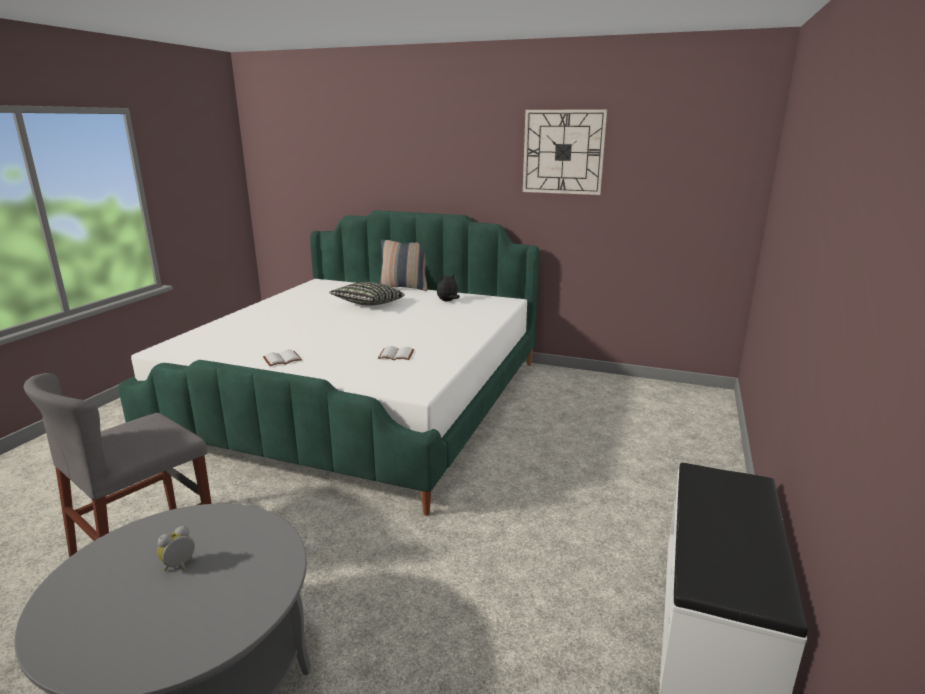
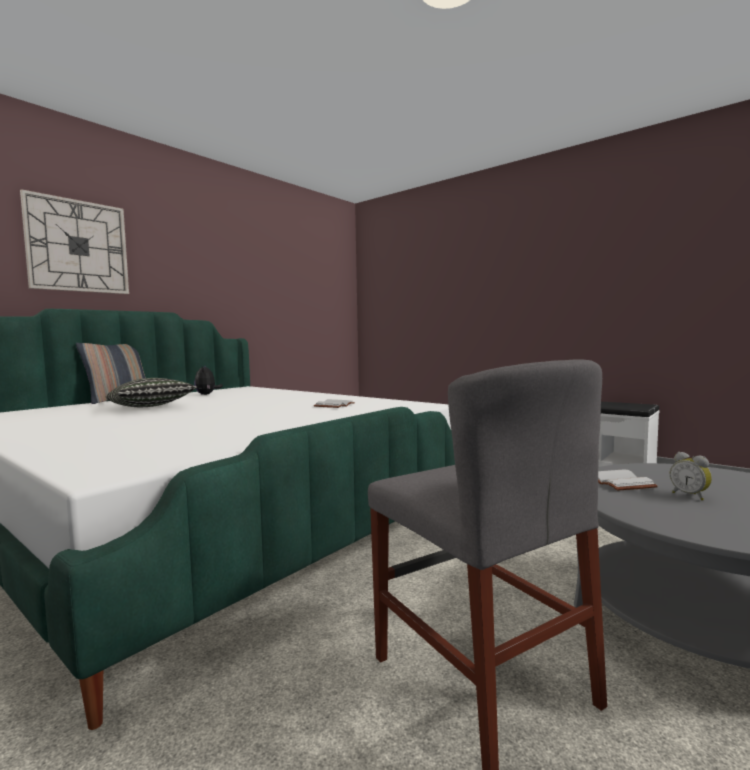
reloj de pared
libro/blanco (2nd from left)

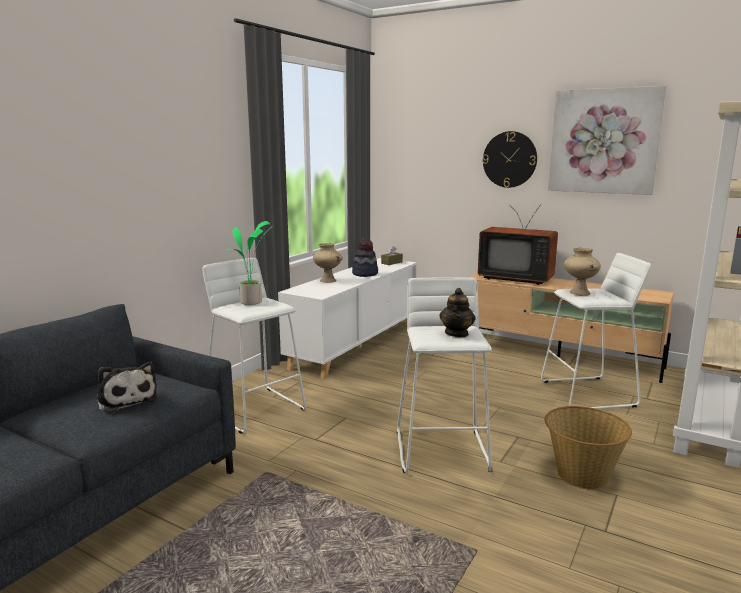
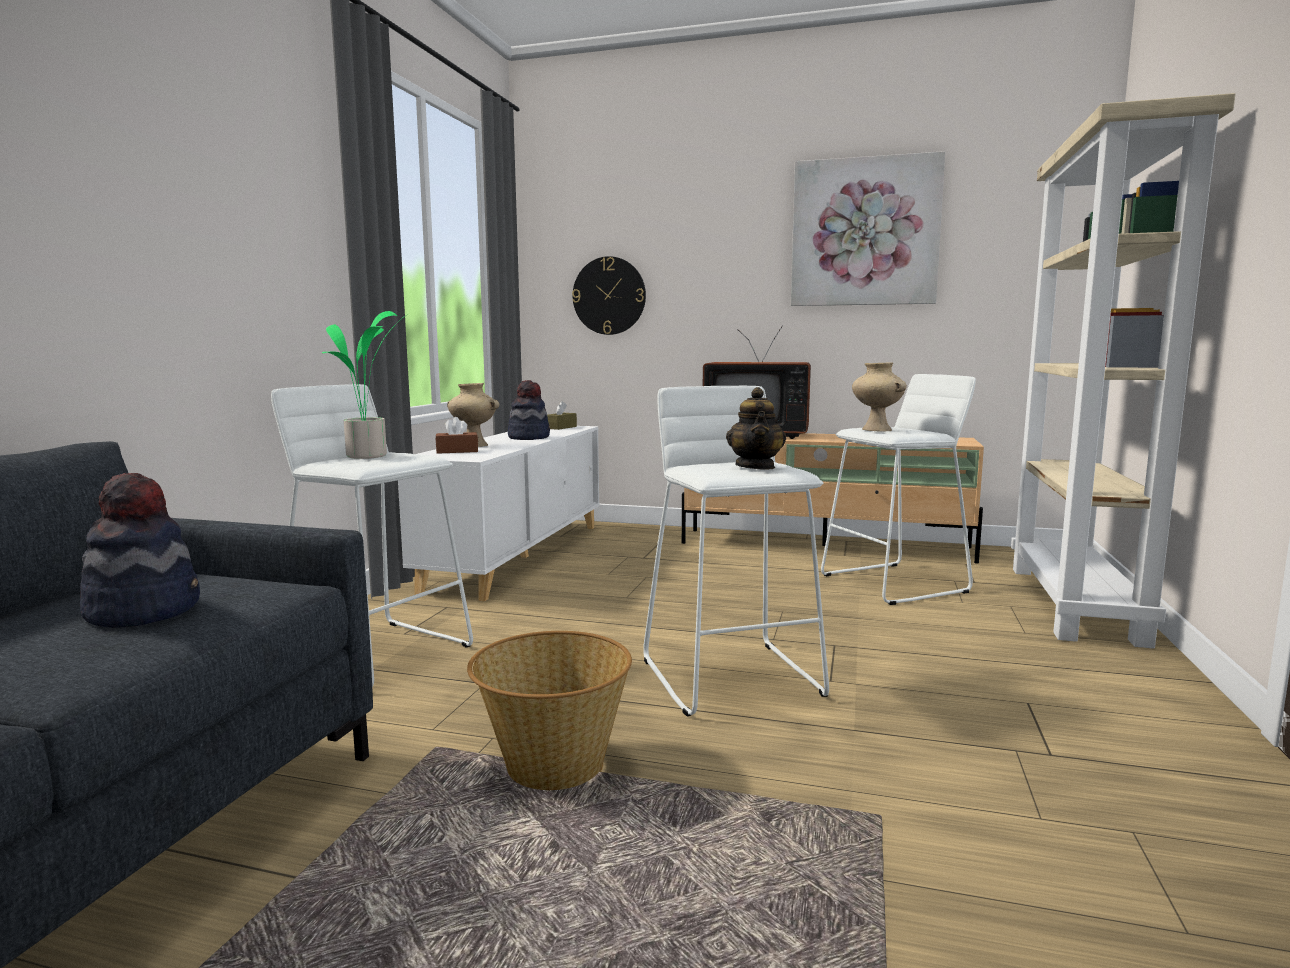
sombrero (1st from left)
caja de pañuelos/marrón (1st from left)
cesta
reloj de pared

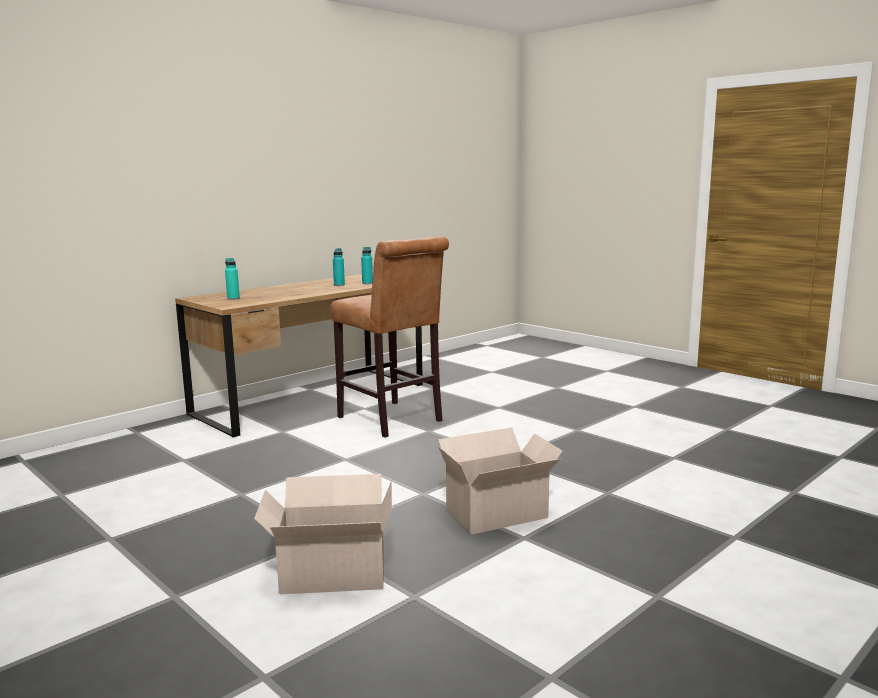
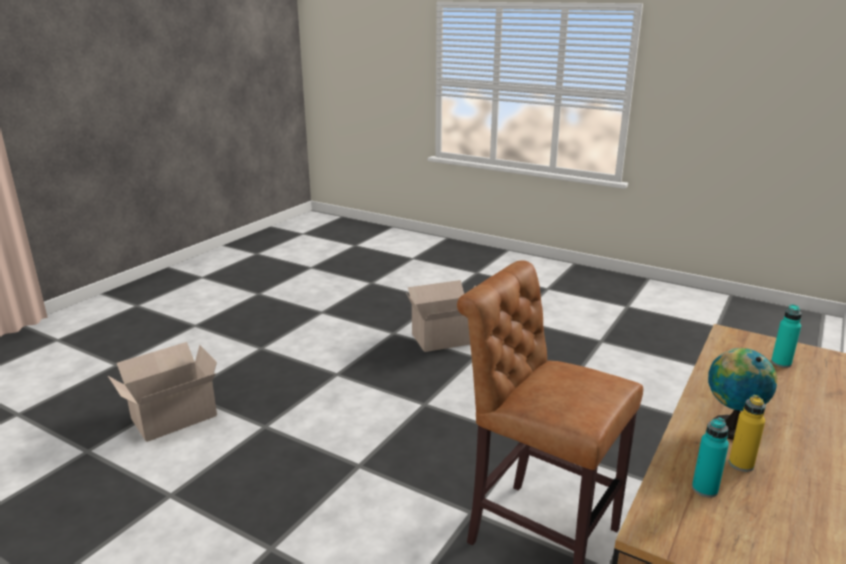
caja de cartón (1st from left)
globo terráqueo
botella/amarillo

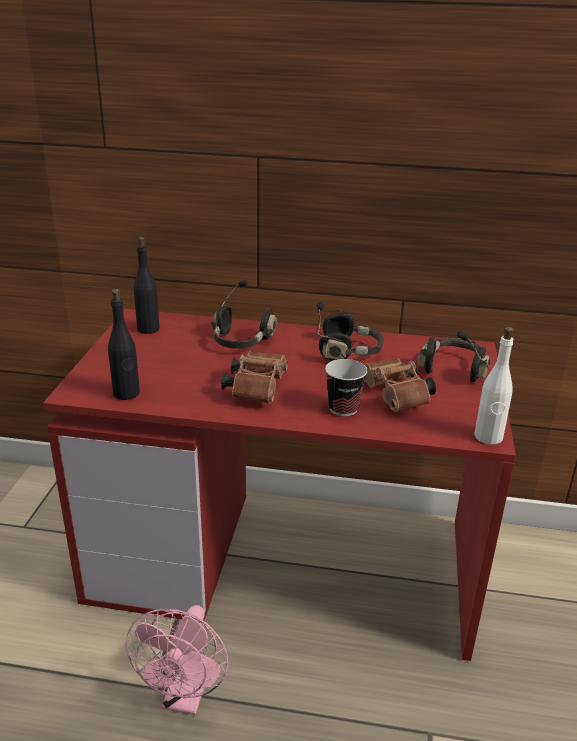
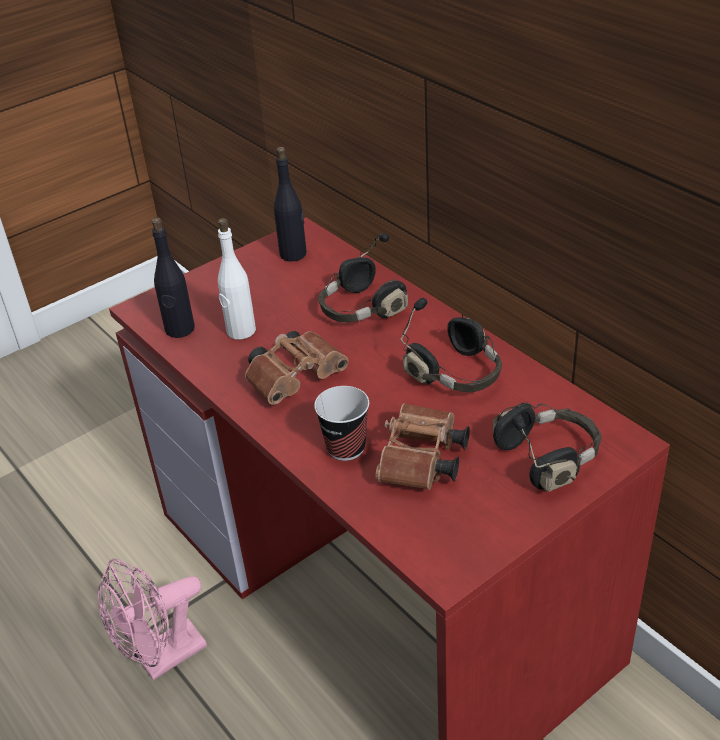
botella/blanco

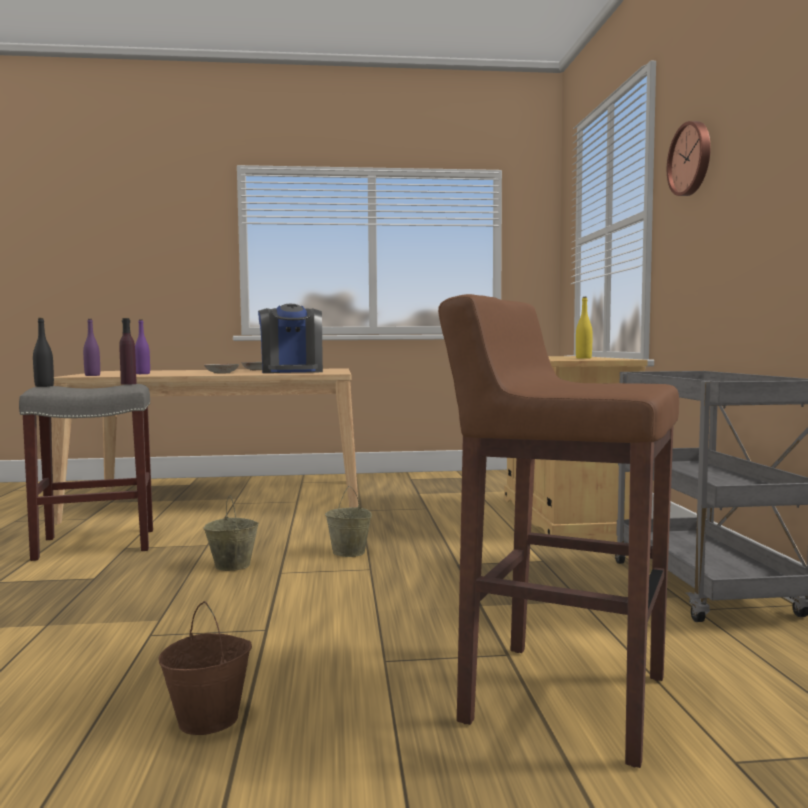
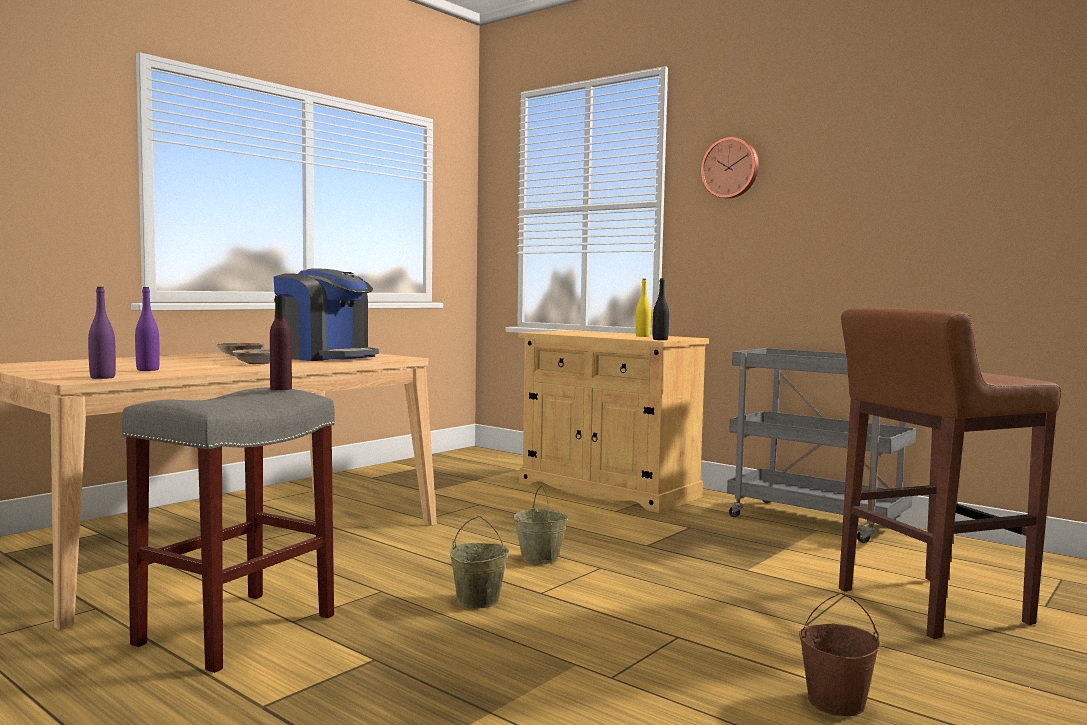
botella/negro

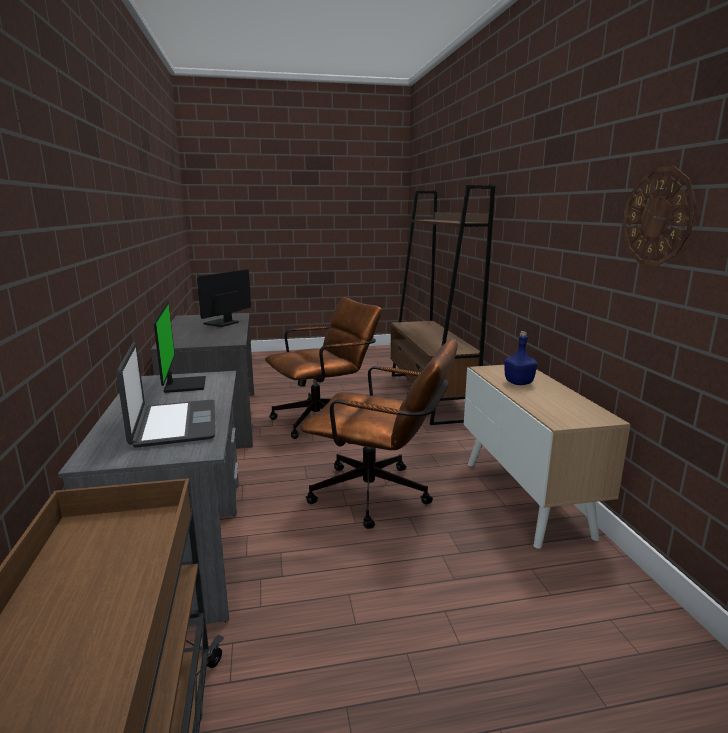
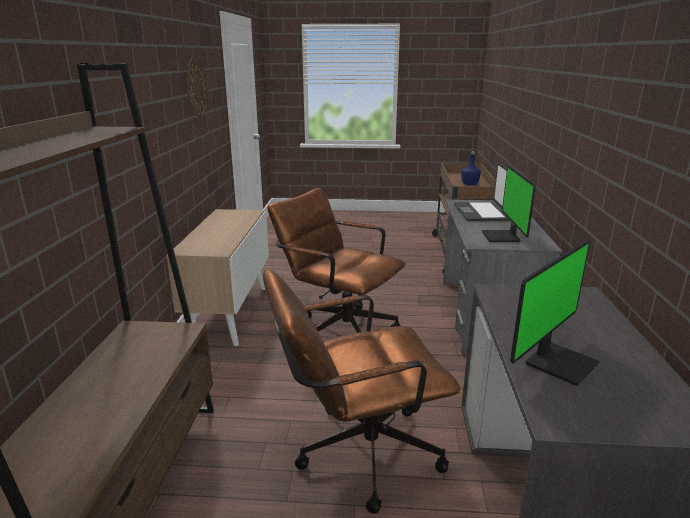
botella/azul

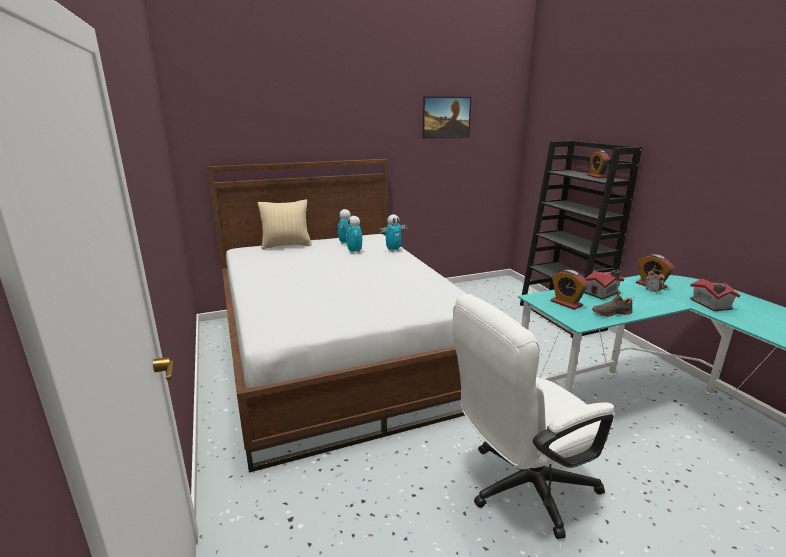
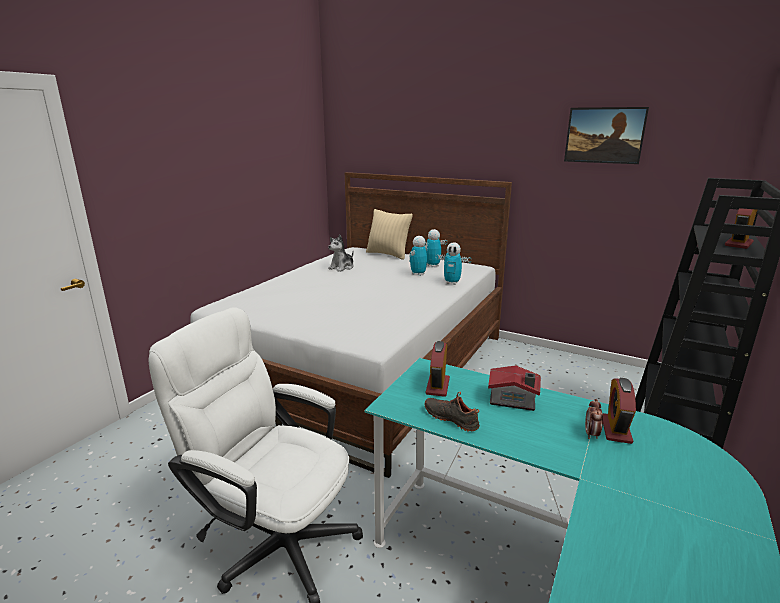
peluche
casita (2nd from left in the first image)

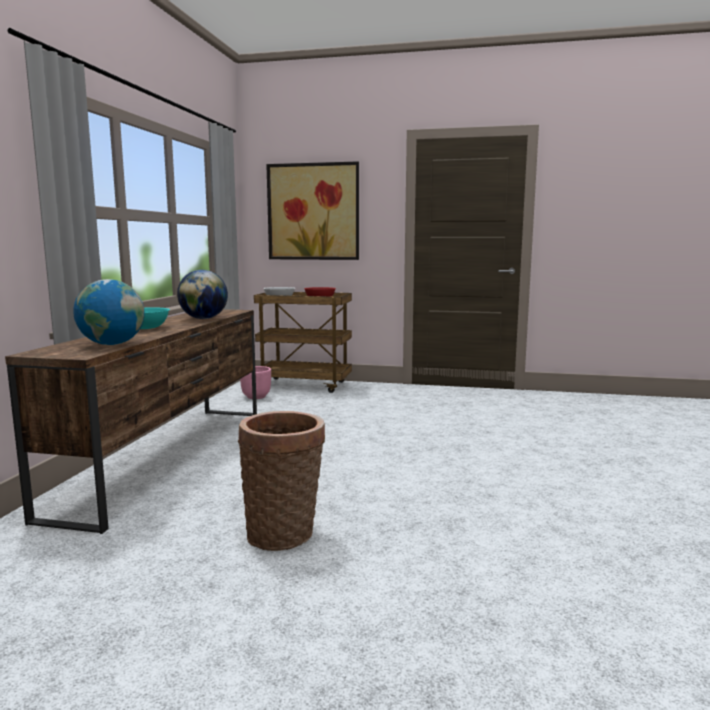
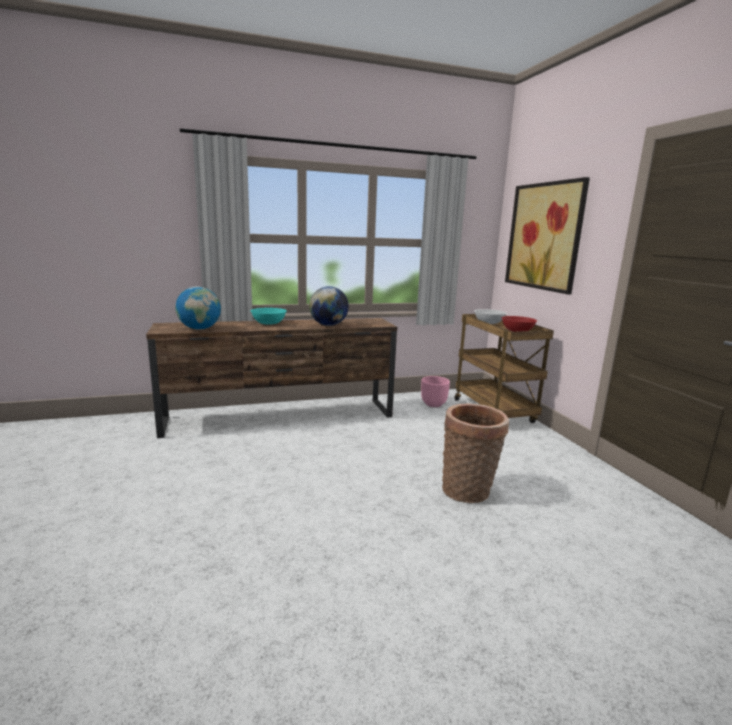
cesta

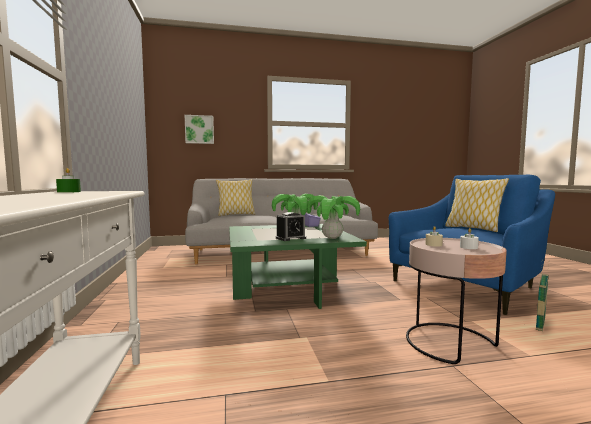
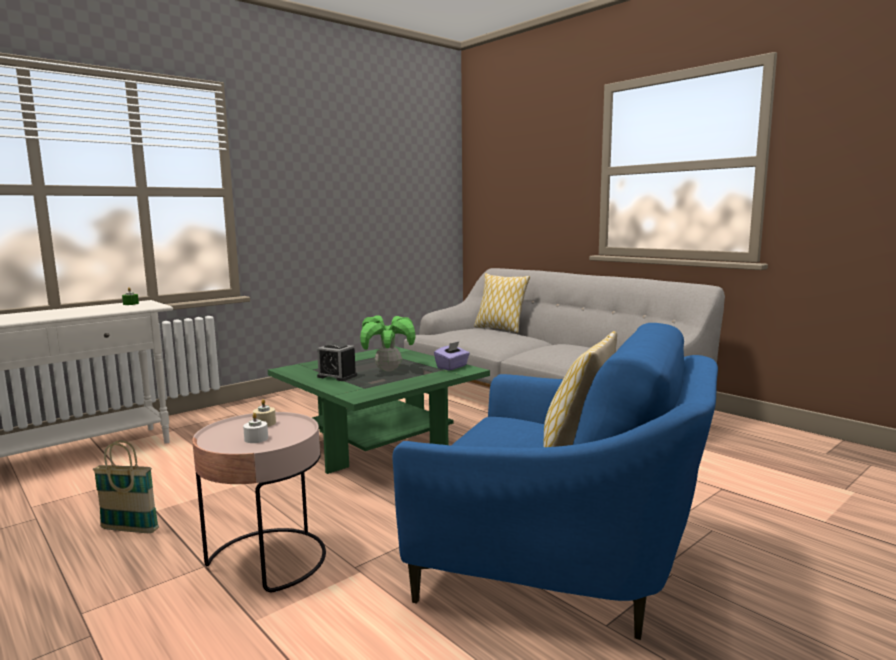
cesta
cuadro
planta en maceta (2nd from left in the first image)

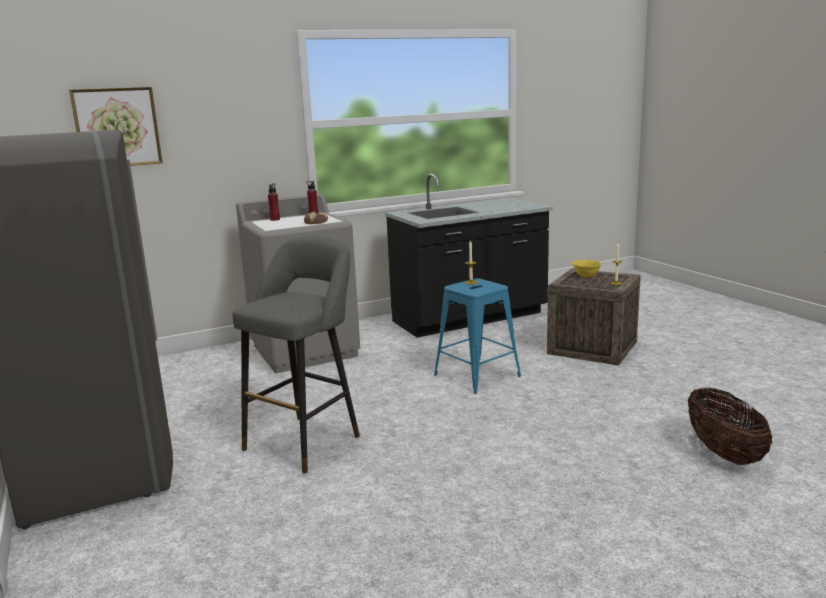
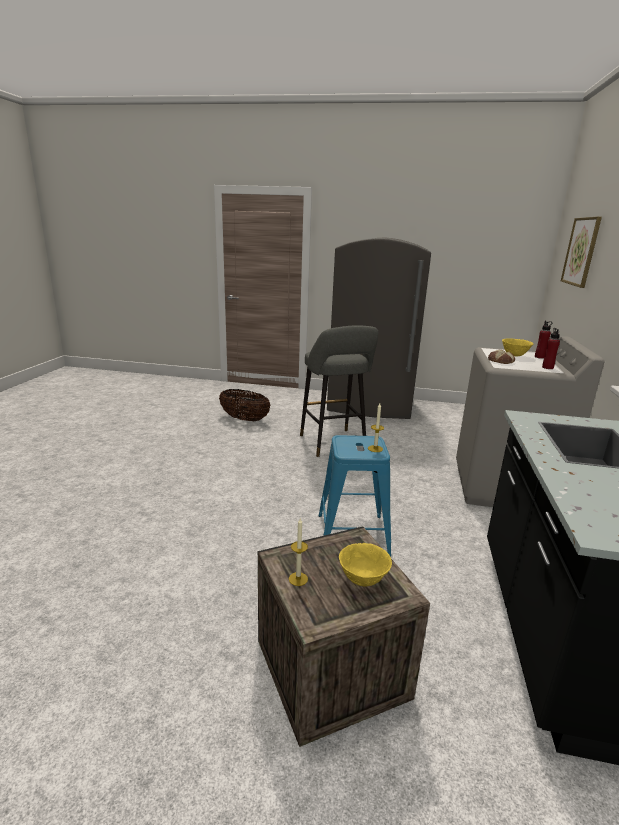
cesta
cuenco/amarillo (2nd from left)

